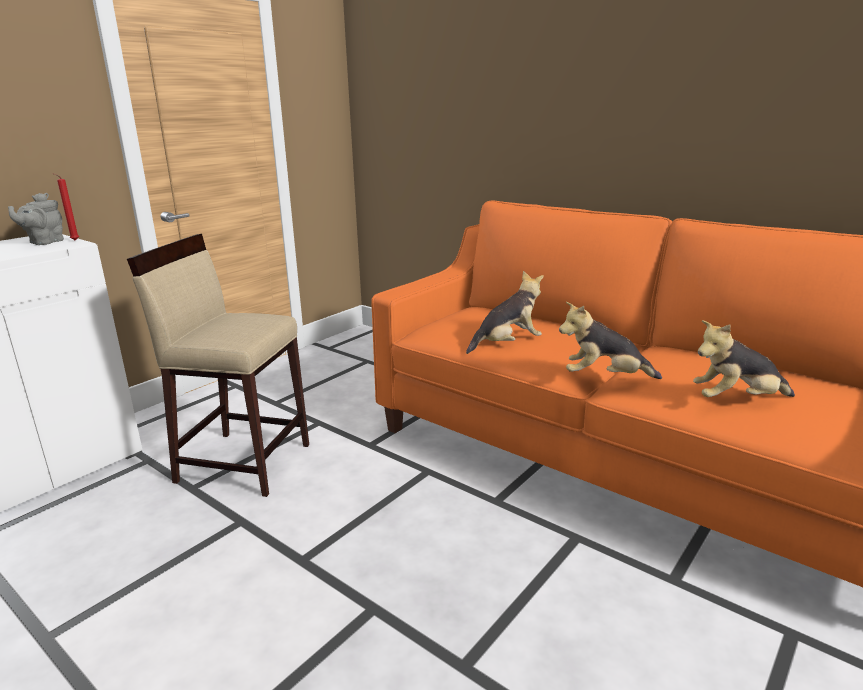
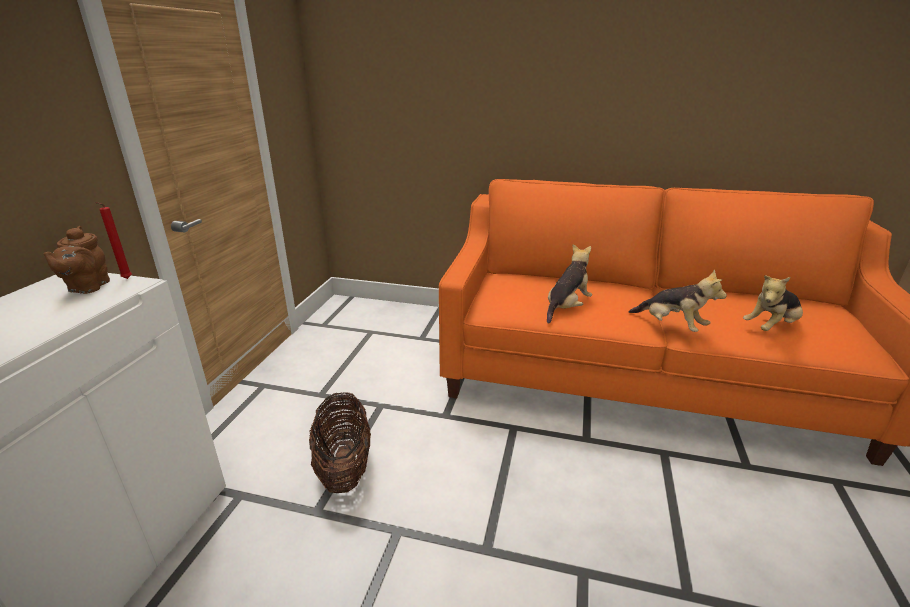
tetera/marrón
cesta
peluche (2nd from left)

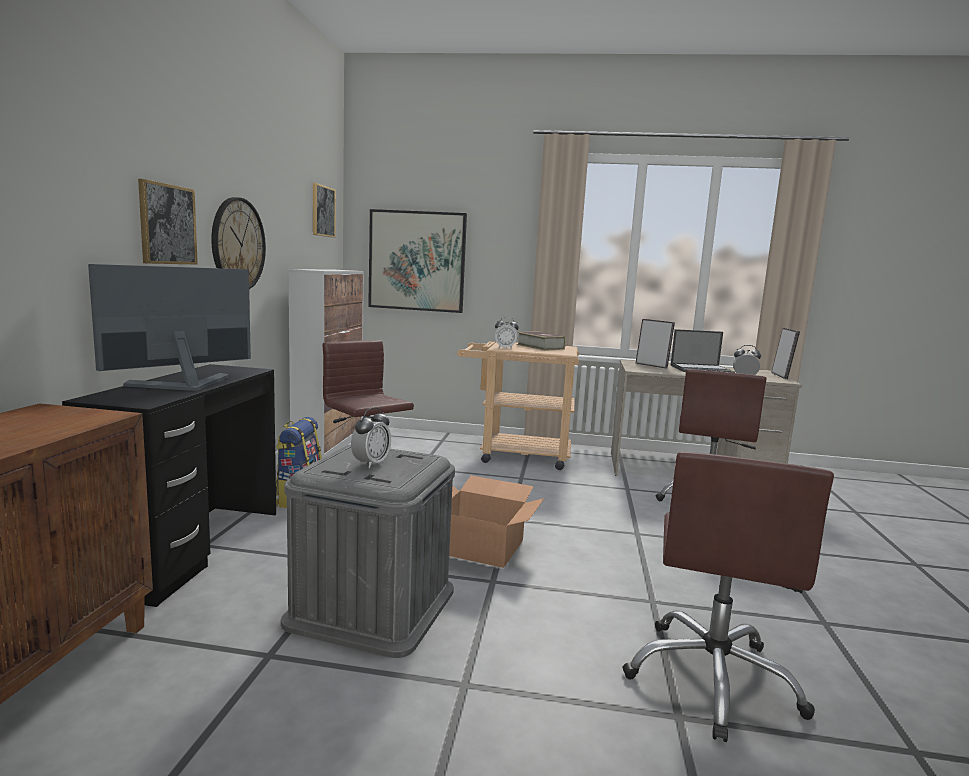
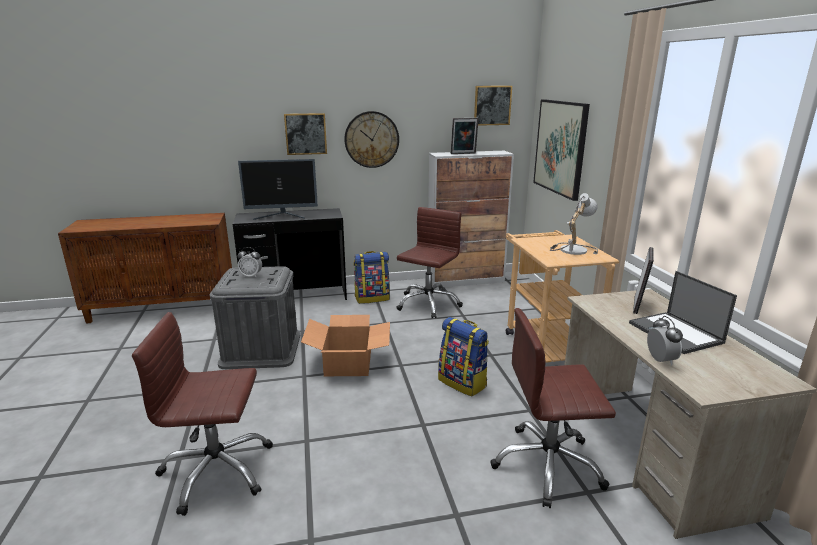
monitor
mochila (2nd from left)
portarretratos (1st from left)
lámpara de mesa
despertador (2nd from left in the first image)

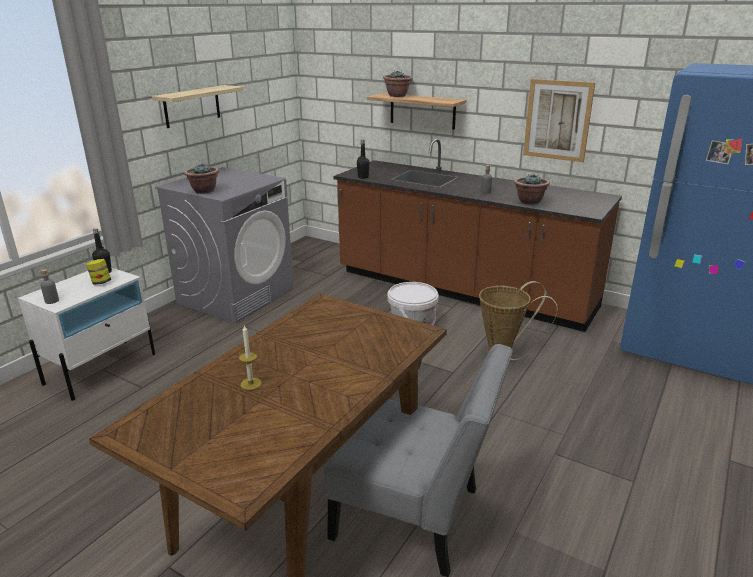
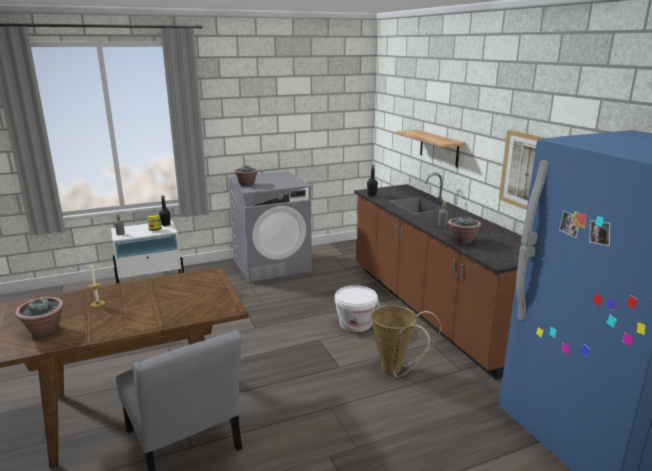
planta en maceta (1st from left)
estante (1st from left in the first image)

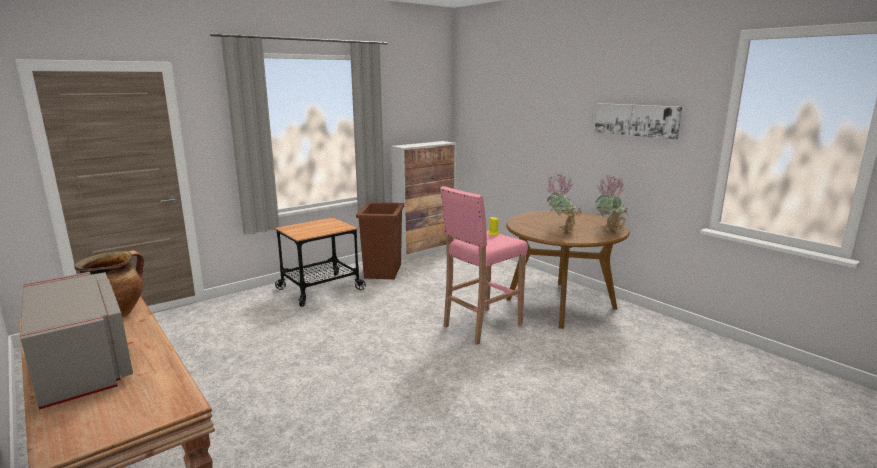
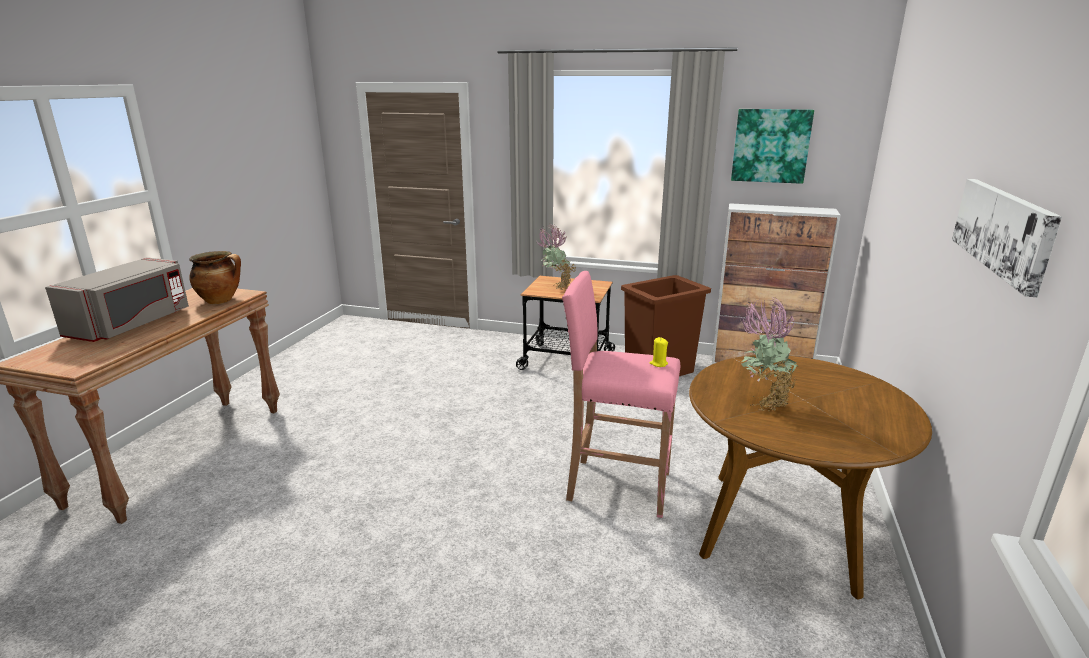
planta en maceta (1st from left)
cuadro (1st from left)

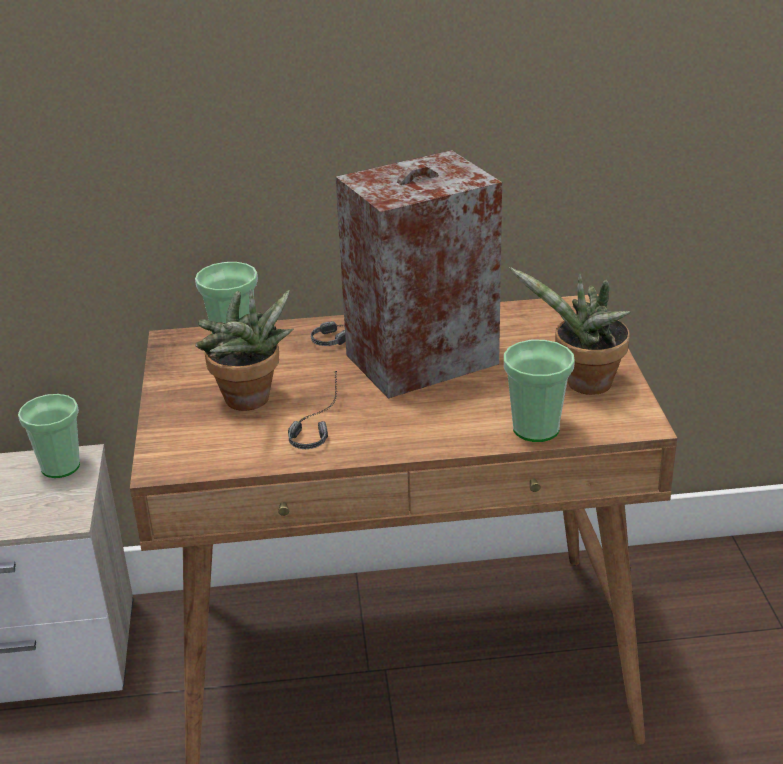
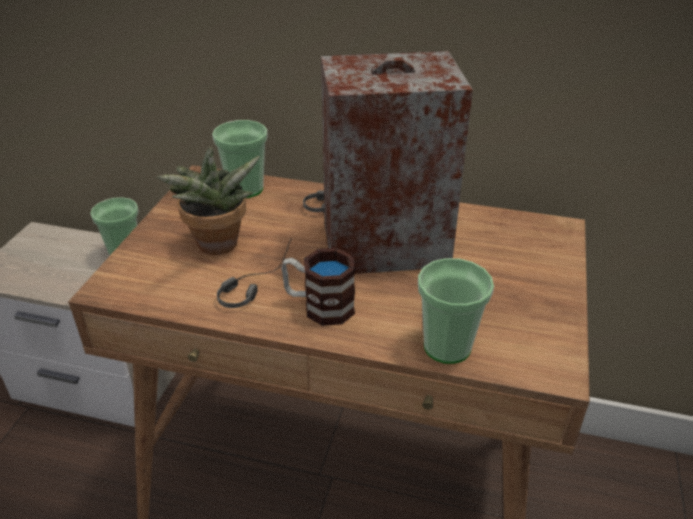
taza grande
planta en maceta (2nd from left in the first image)

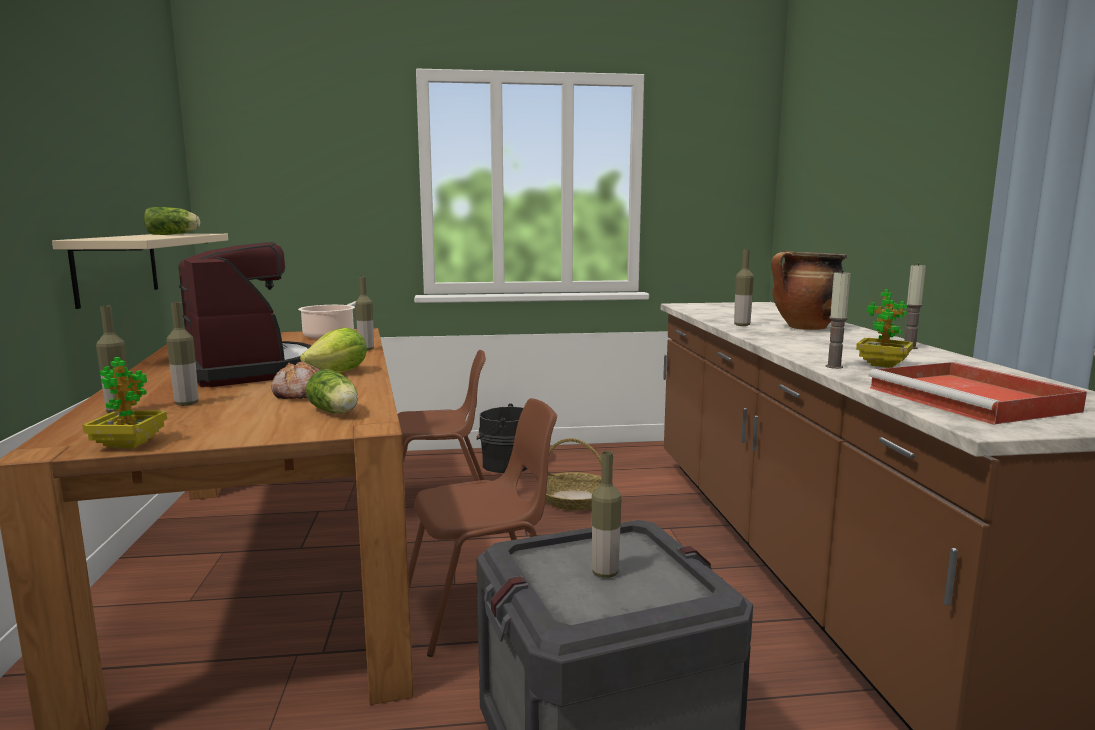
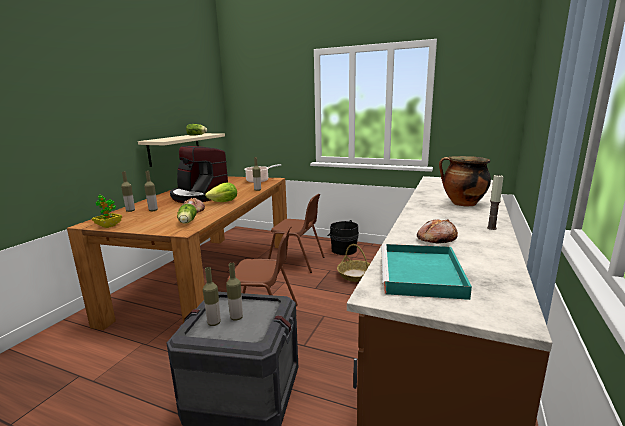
cafetera
botella (3rd from left)
bandeja/turquesa
pan (2nd from left)
vela (1st from left in the first image)

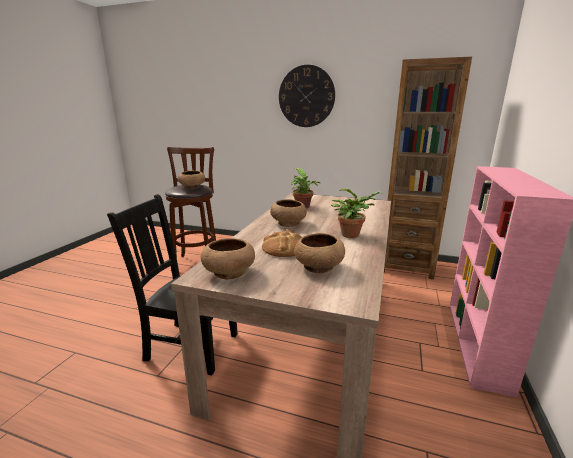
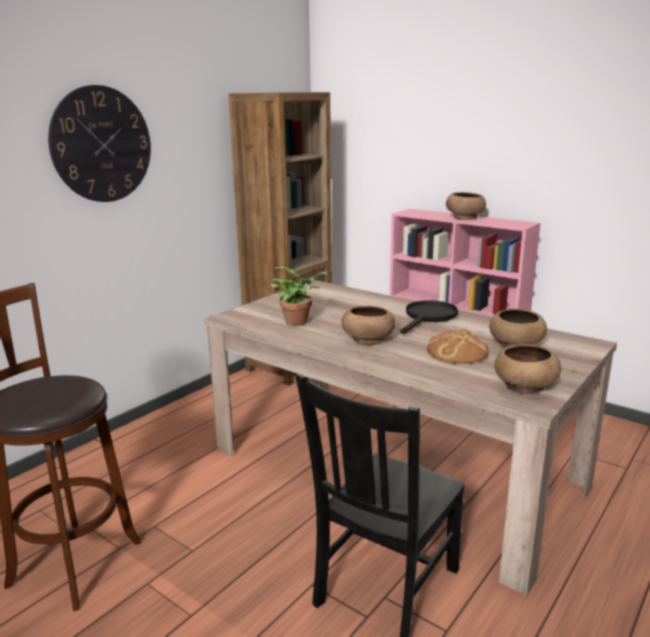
sartén/negro
cuenco/marrón (2nd from left)

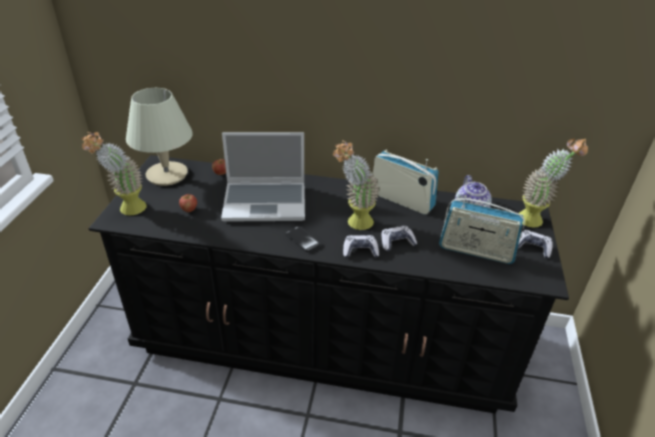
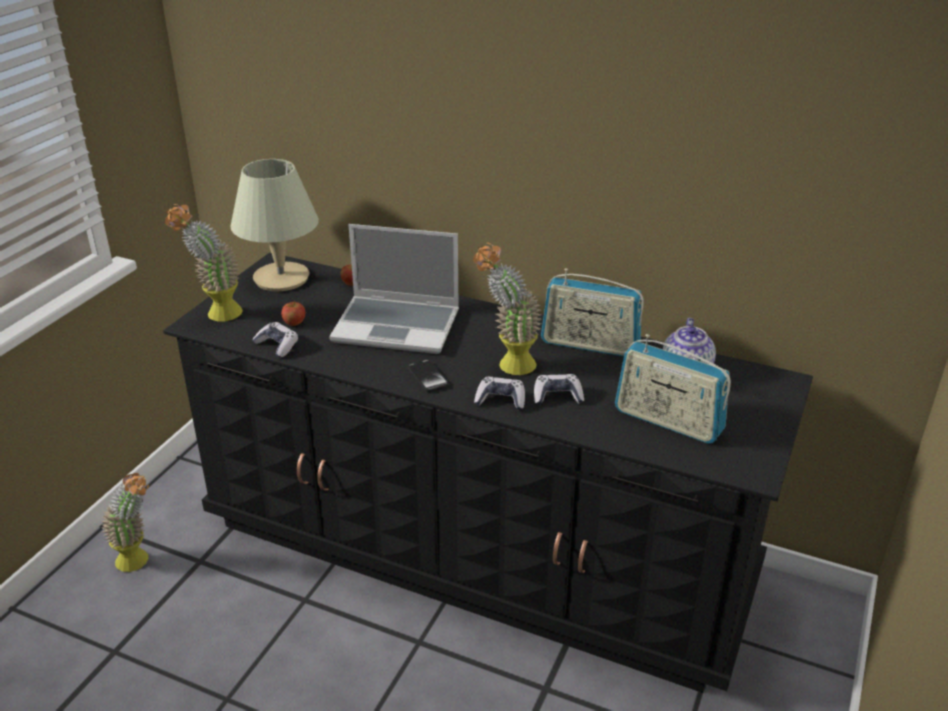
planta en maceta (1st from left)
mando de consola (1st from left)
radio (1st from left)

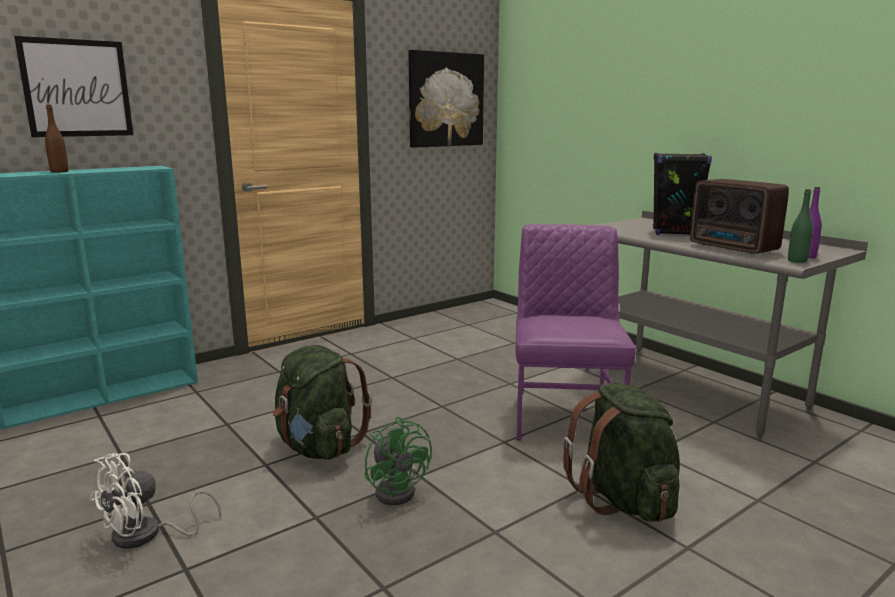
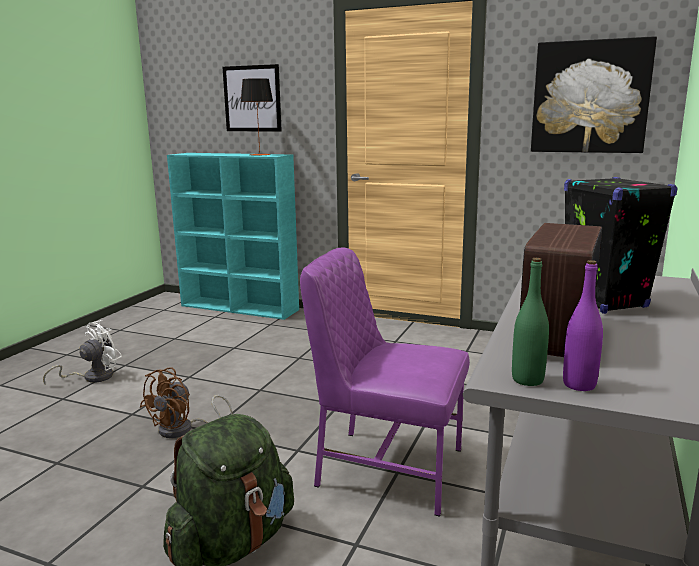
ventilador/blanco
ventilador/marrón
lámpara de mesa
silla/morado
botella/marrón
mochila/verde (1st from left in the first image)

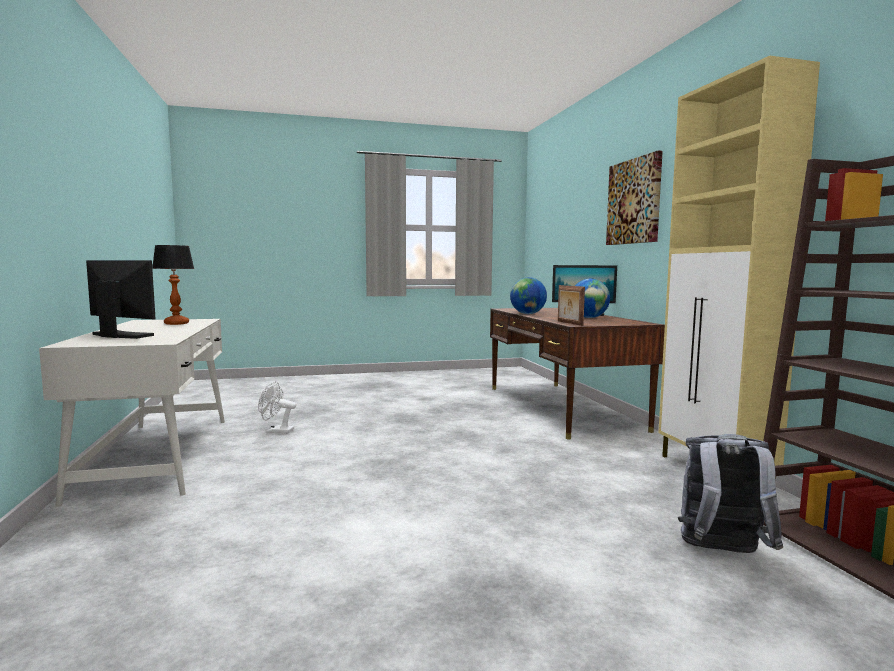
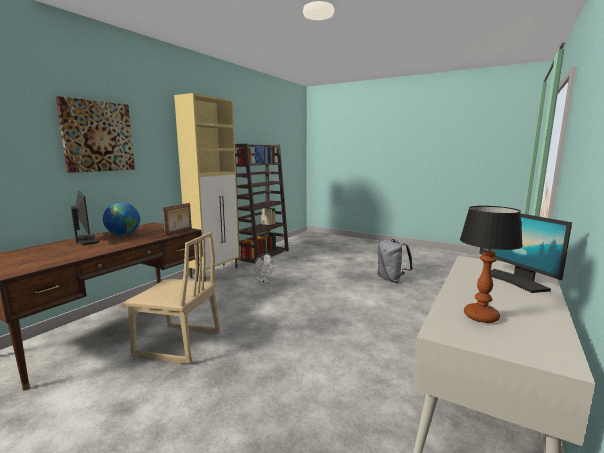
silla/beis
ventilador/blanco
mochila/gris
globo terráqueo (1st from left in the first image)

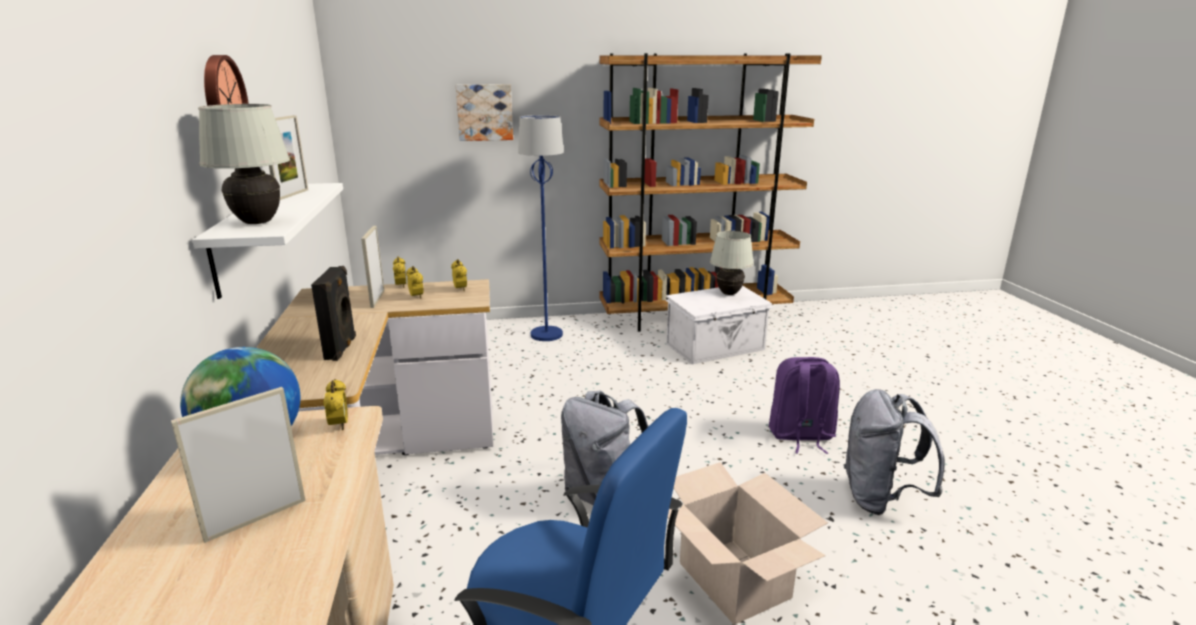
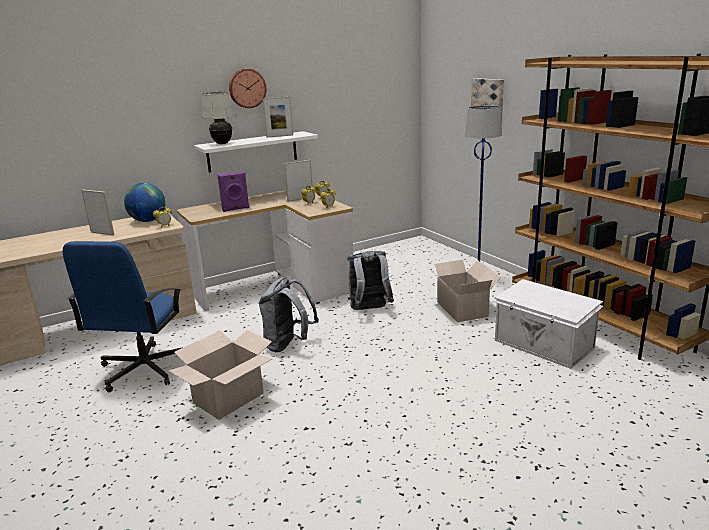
altavoz/morado
mochila/gris (2nd from left)
caja de cartón (2nd from left)
lámpara de mesa/blanco (2nd from left in the first image)
mochila/morado

